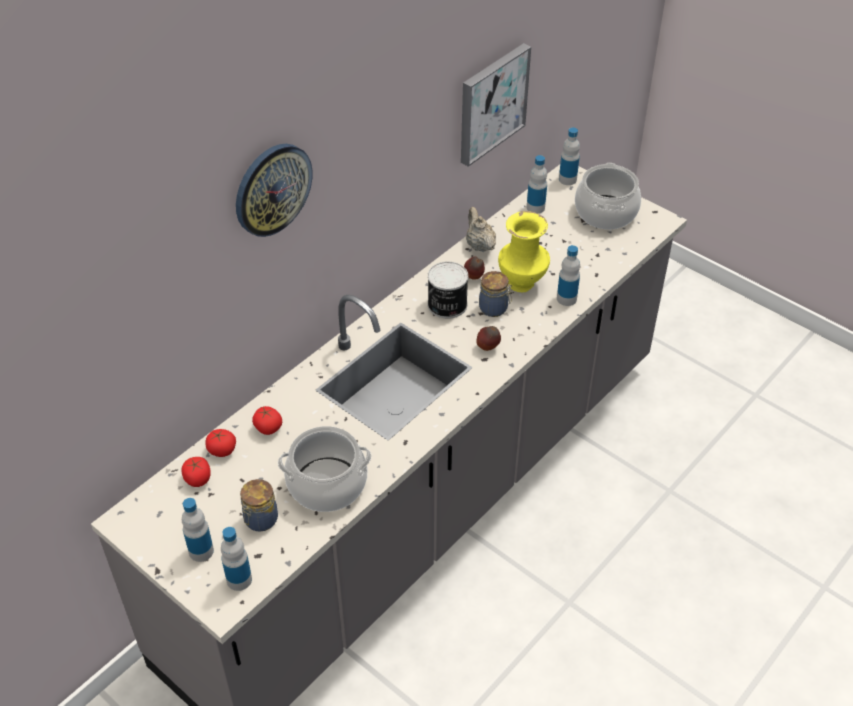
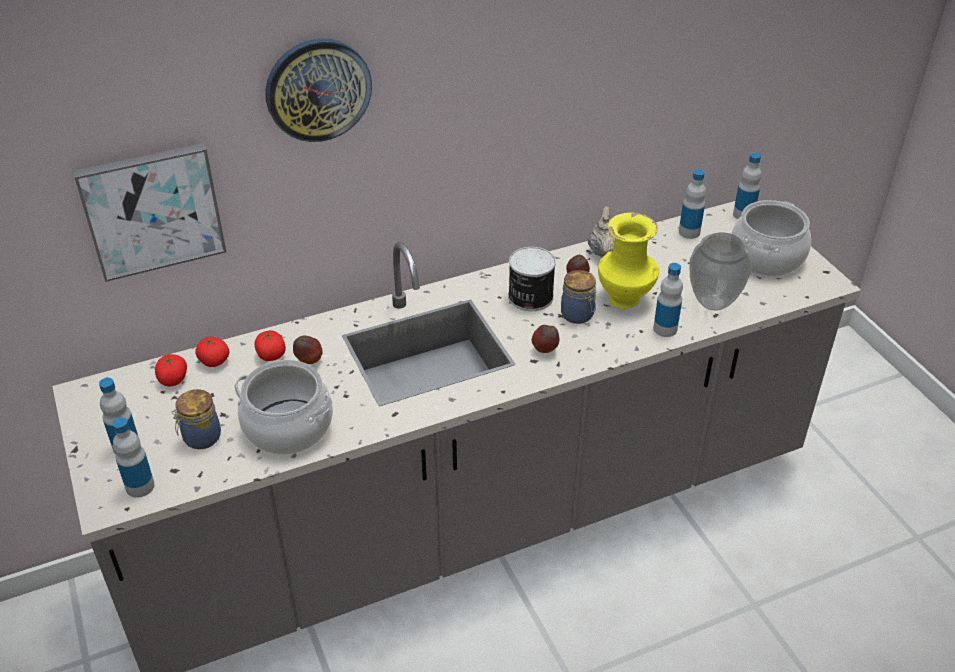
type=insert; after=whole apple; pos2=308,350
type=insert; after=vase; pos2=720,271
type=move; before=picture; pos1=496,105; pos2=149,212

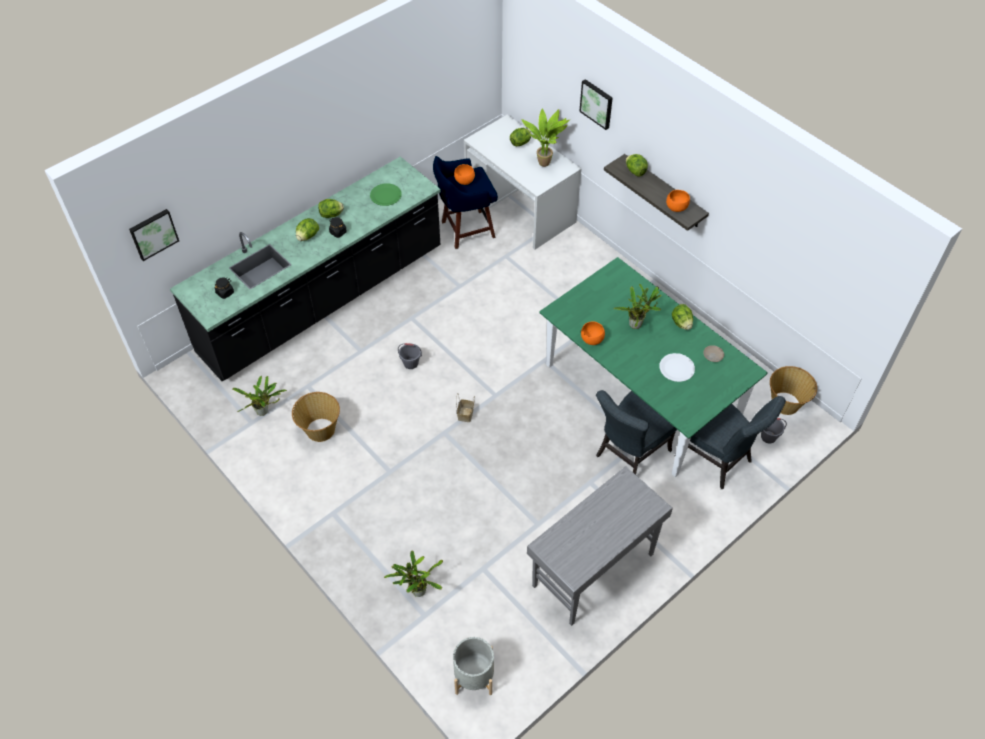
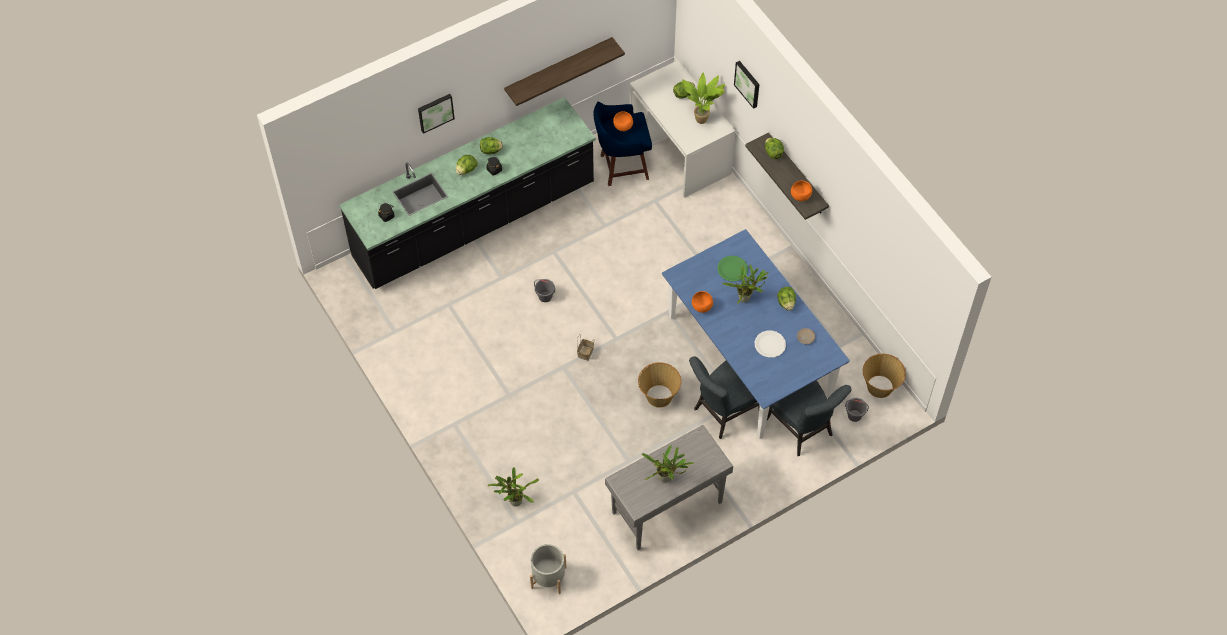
type=insert; after=wall shelf; pos2=564,71
type=move; before=picture; pos1=154,235; pos2=436,114
type=move; before=houseplant; pos1=259,396; pos2=667,463
type=move; before=basket; pos1=316,417; pos2=659,384
type=move; before=greenish dinner plate; pos1=386,194; pos2=732,269
type=recolor; before=greenish dinner table; after=blue-coloured dinner table; pos1=654,367; pos2=756,334

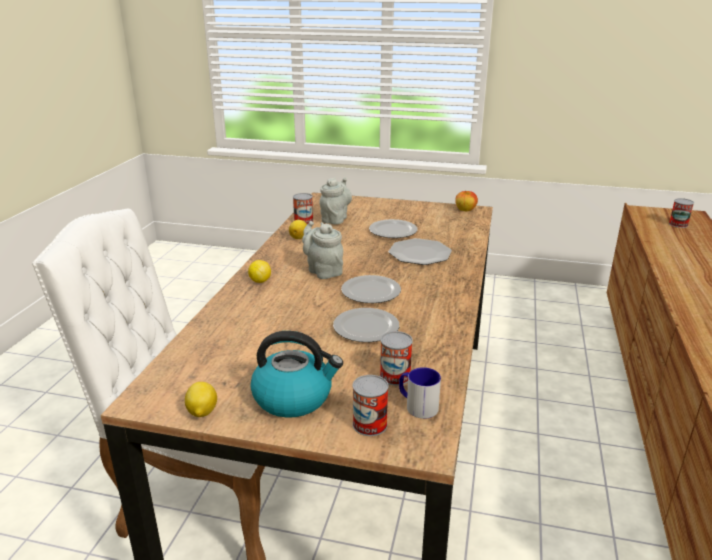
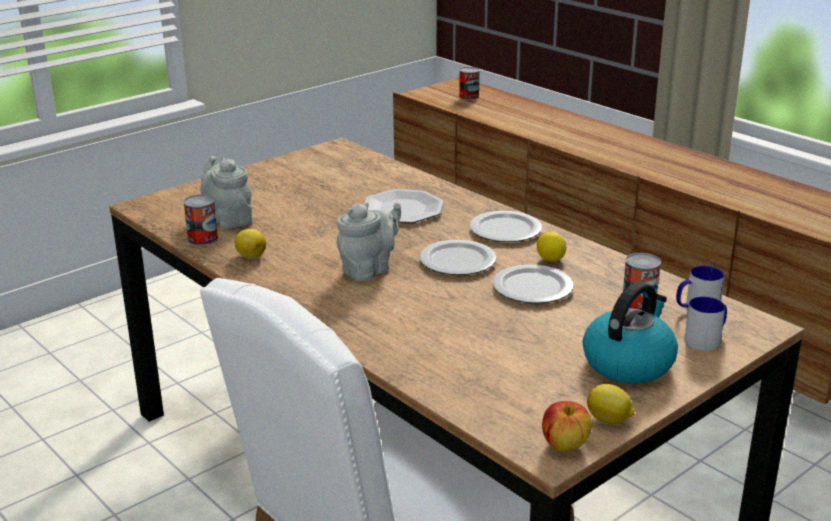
type=move; before=lemon; pos1=259,271; pos2=551,246
type=move; before=dinner plate; pos1=393,228; pos2=505,226
type=move; before=whole apple; pos1=466,201; pos2=567,426
type=replace; before=sealed can; after=coffee mug; pos1=370,405; pos2=706,324
type=rotate; before=greyish pot for tea; pos1=322,250; pos2=369,241; turn=135

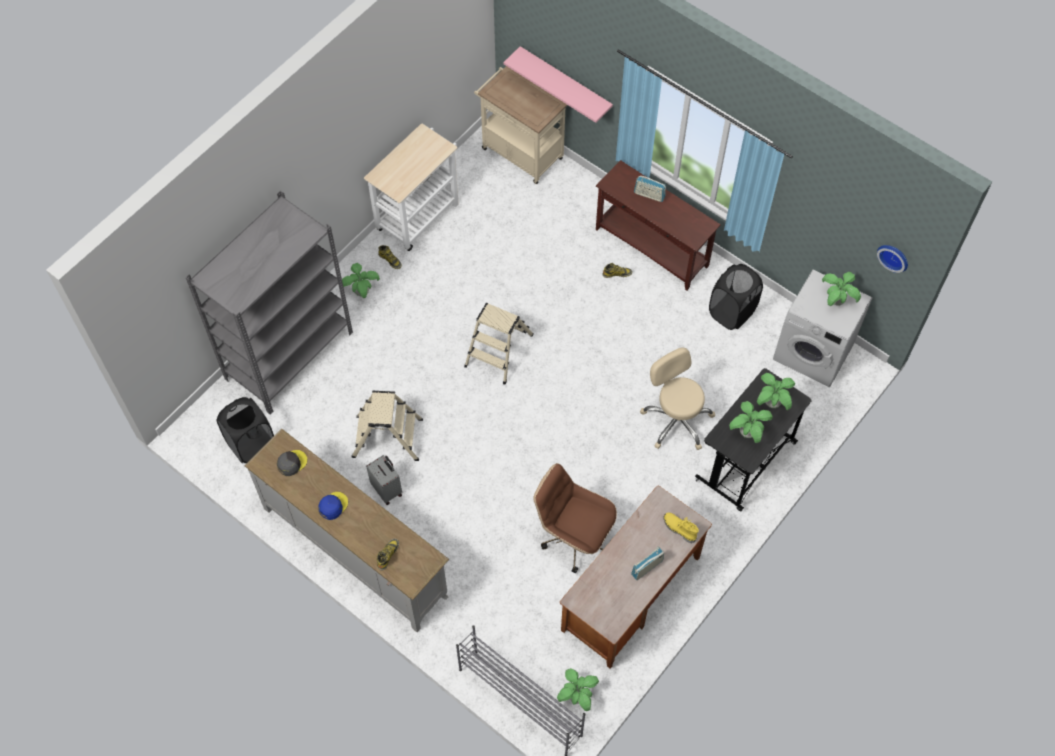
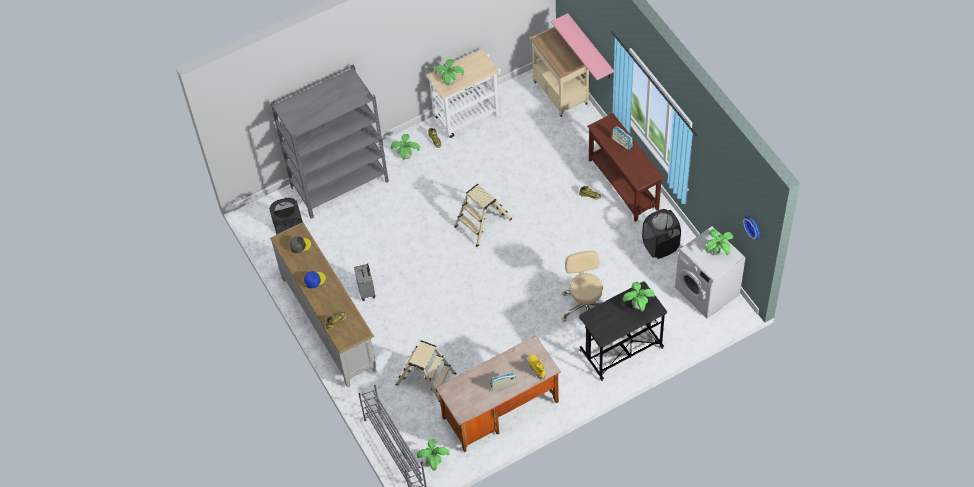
type=delete; before=brown desk chair; pos1=575,518
type=move; before=beige step stool; pos1=387,426; pos2=426,371
type=move; before=houseplant; pos1=751,422; pos2=449,72

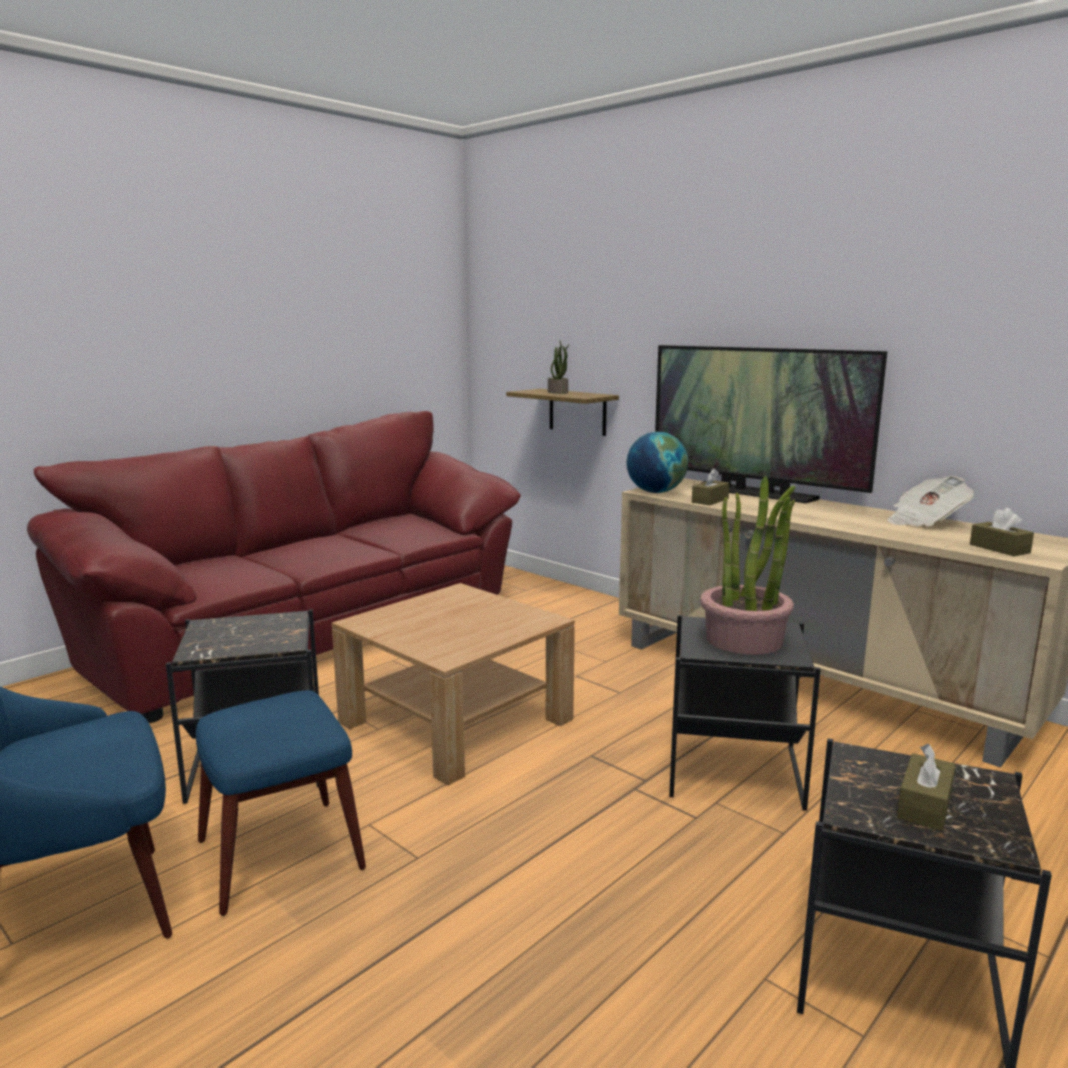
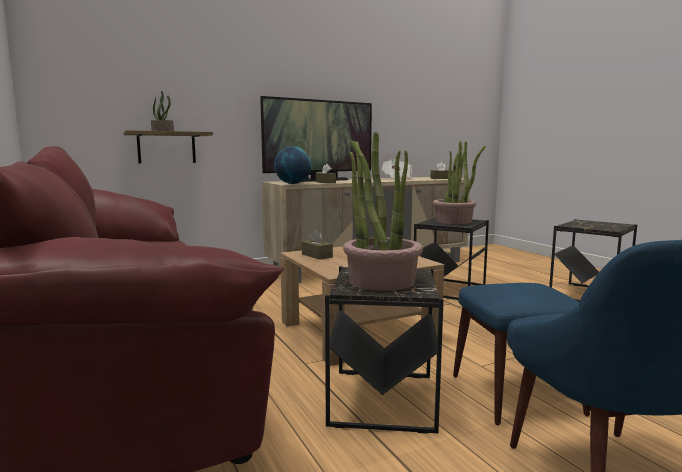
type=insert; after=houseplant; pos2=383,211
type=move; before=brown tissue holder; pos1=926,787; pos2=317,245

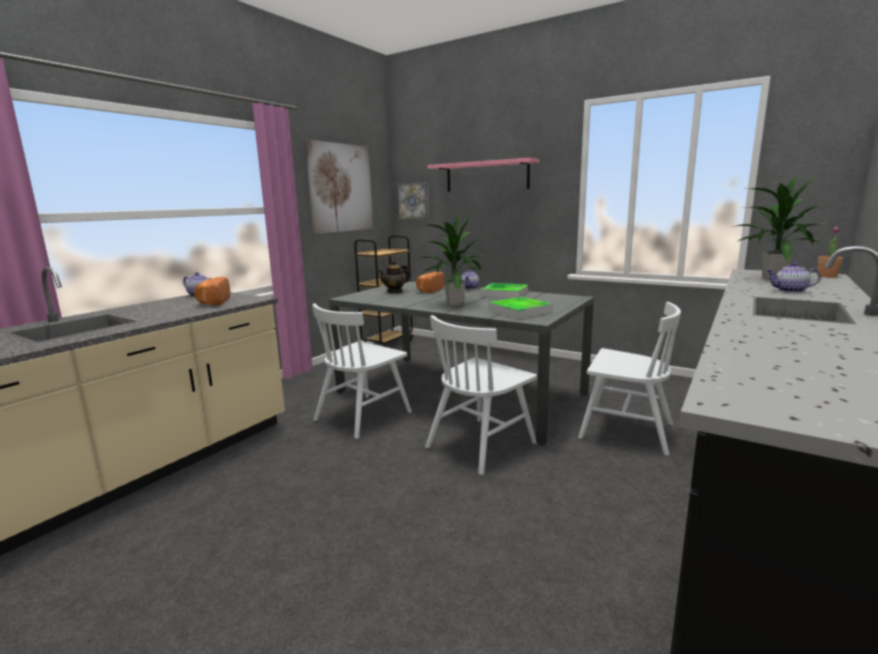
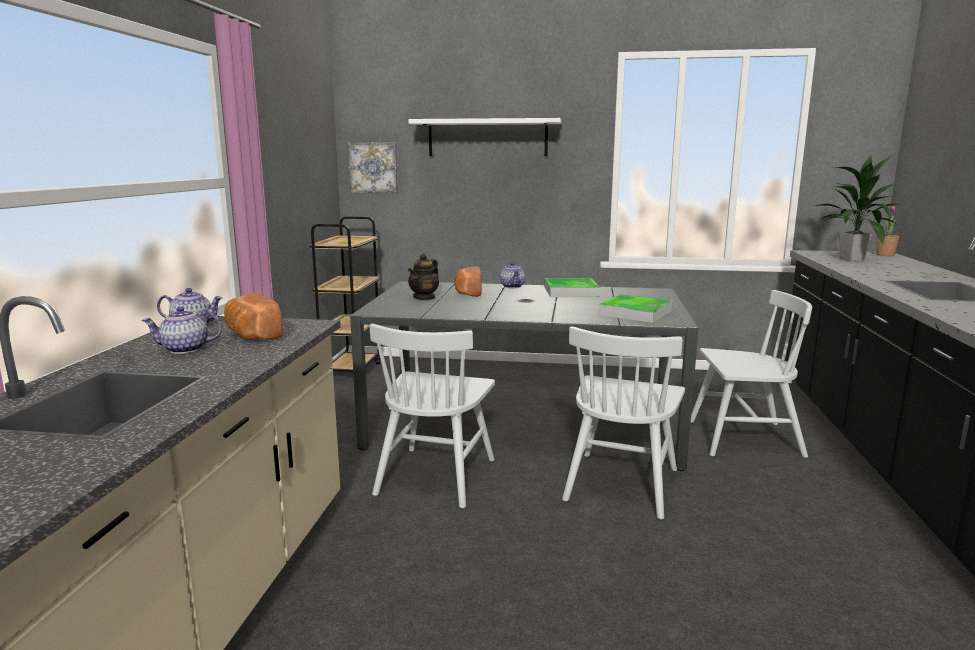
type=delete; before=picture; pos1=339,187
type=delete; before=houseplant; pos1=451,259
type=move; before=pot for tea; pos1=794,278; pos2=181,330
type=recolor; before=pinkish wall shelf; after=white wall shelf; pos1=484,175; pos2=485,137

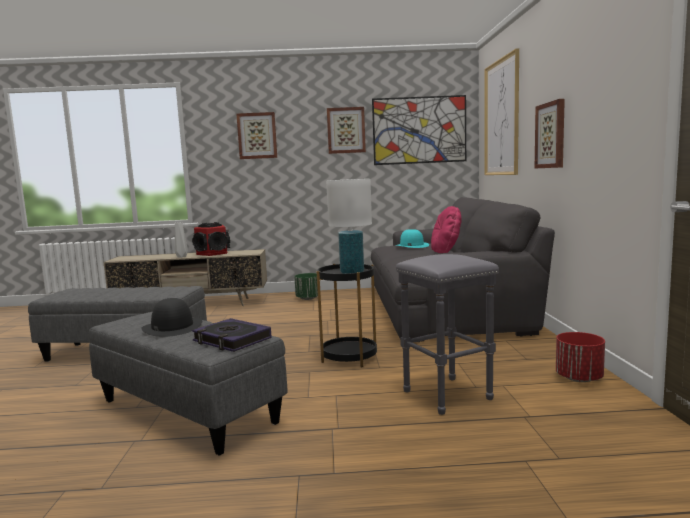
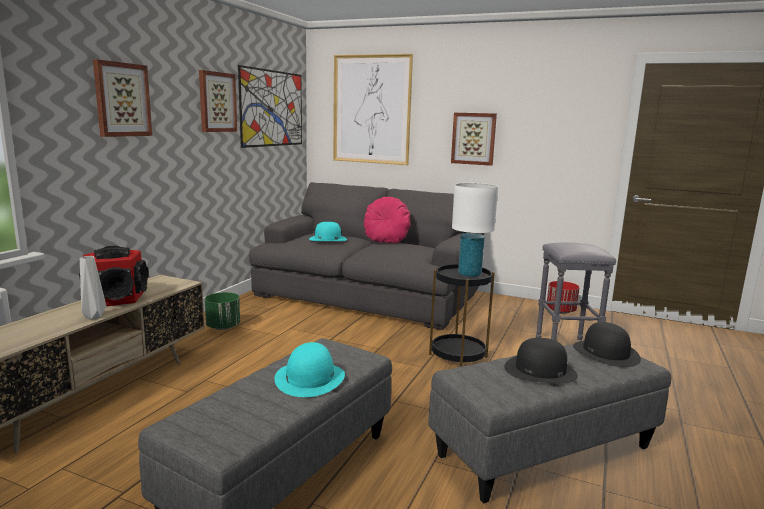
type=insert; after=blue-green hat; pos2=310,369
type=replace; before=volume; after=black hat; pos1=232,335; pos2=607,344

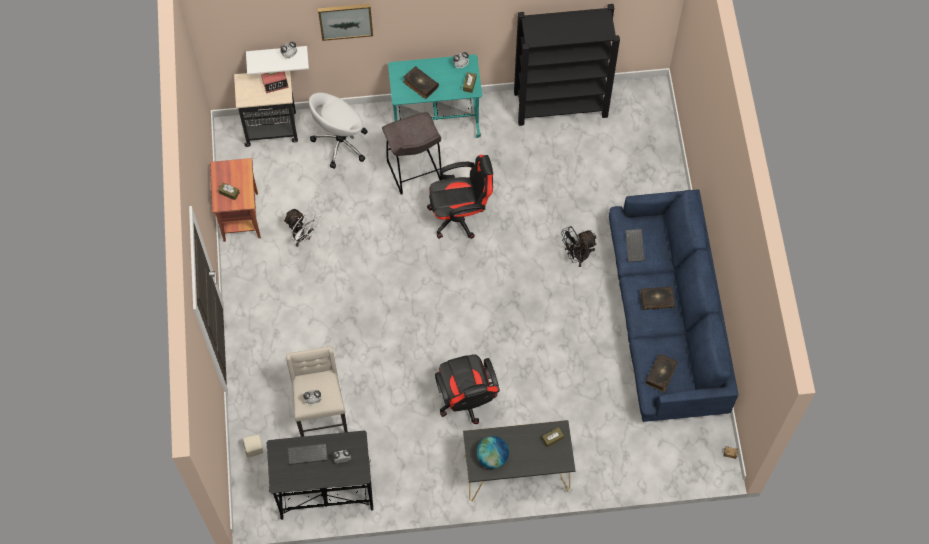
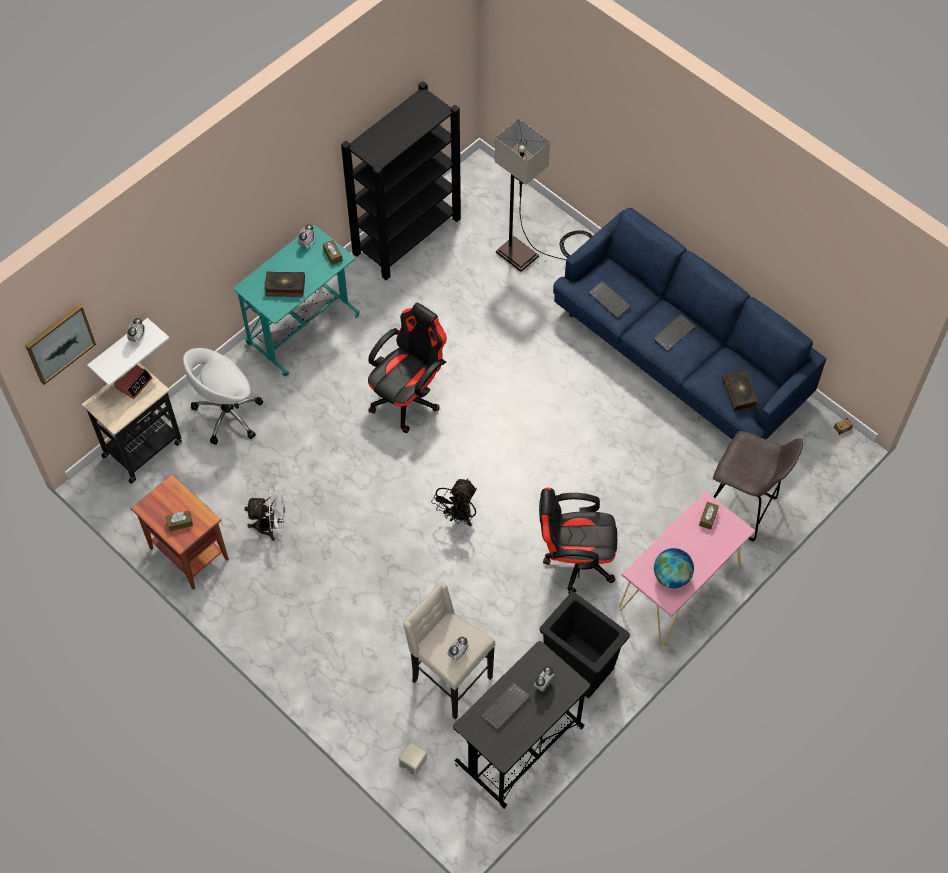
type=insert; after=floor lamp; pos2=543,195
type=insert; after=black rubbish bin; pos2=585,645
type=move; before=picture; pos1=345,22; pos2=60,344
type=move; before=greyish stool; pos1=412,153; pos2=758,486
type=move; before=black cooling fan; pos1=579,246; pos2=454,502
type=replace; before=volume; after=PC keyboard; pos1=657,298; pos2=674,333
type=recolor; before=black hall table; after=pinkish hall table; pos1=519,460; pos2=687,568
type=rotate; before=white desk chair; pos1=338,130; pos2=223,396; turn=45
type=rotate; before=black desk chair; pos1=467,389; pos2=578,540; turn=150

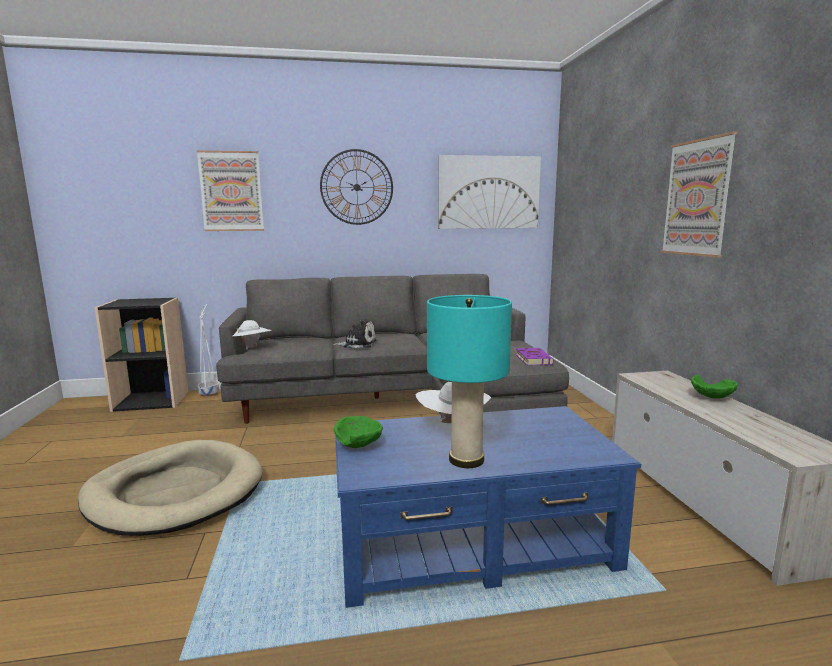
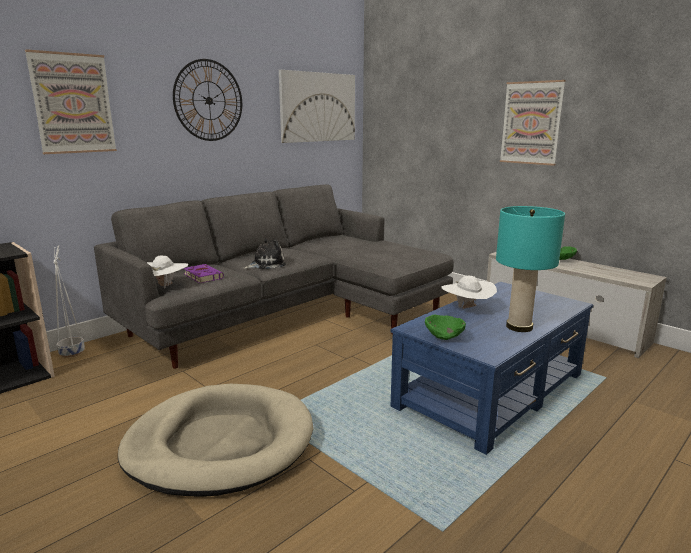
type=move; before=purplish volume; pos1=535,356; pos2=203,273

